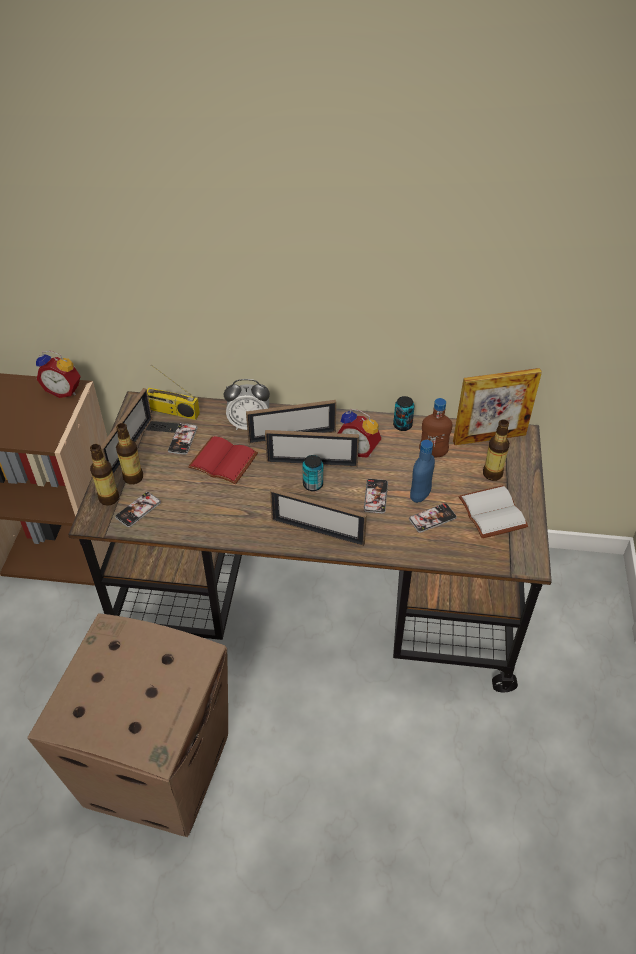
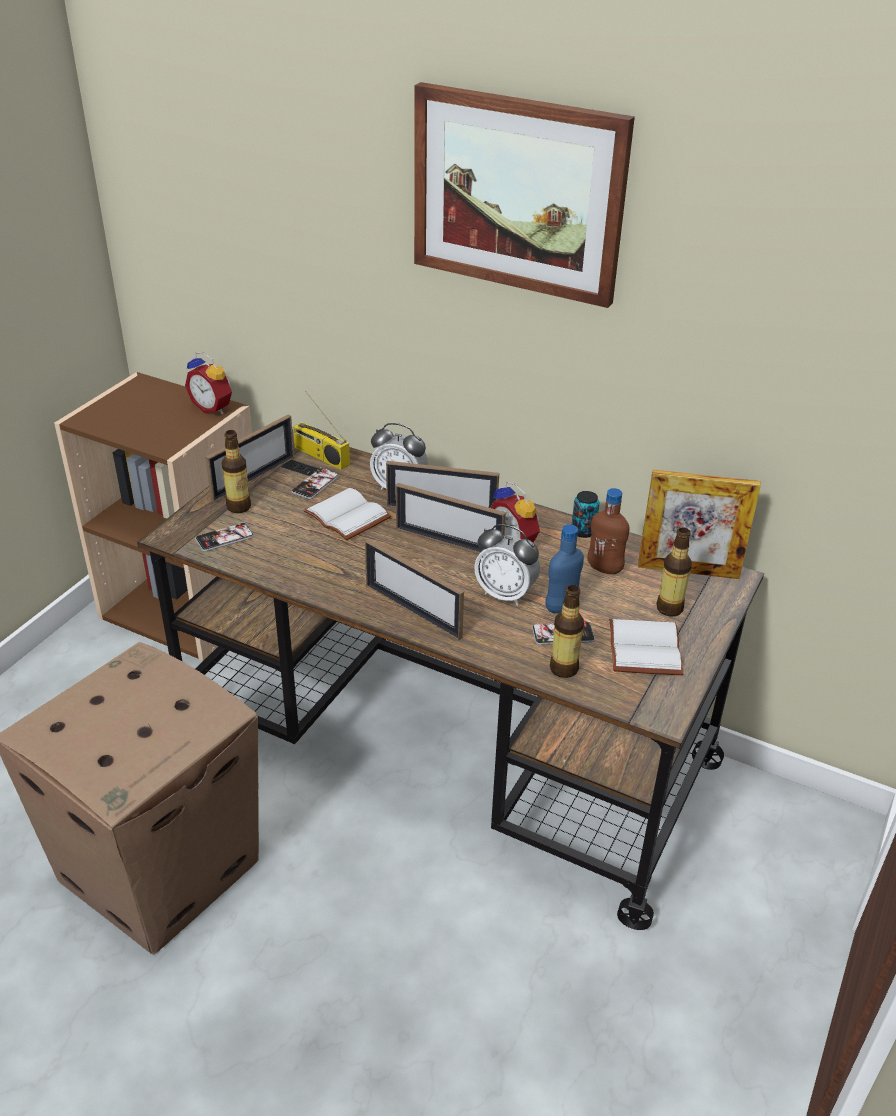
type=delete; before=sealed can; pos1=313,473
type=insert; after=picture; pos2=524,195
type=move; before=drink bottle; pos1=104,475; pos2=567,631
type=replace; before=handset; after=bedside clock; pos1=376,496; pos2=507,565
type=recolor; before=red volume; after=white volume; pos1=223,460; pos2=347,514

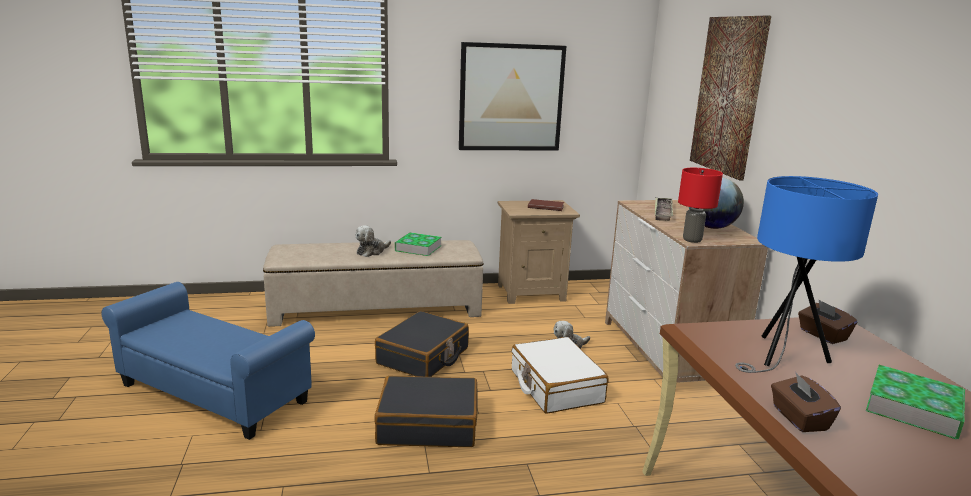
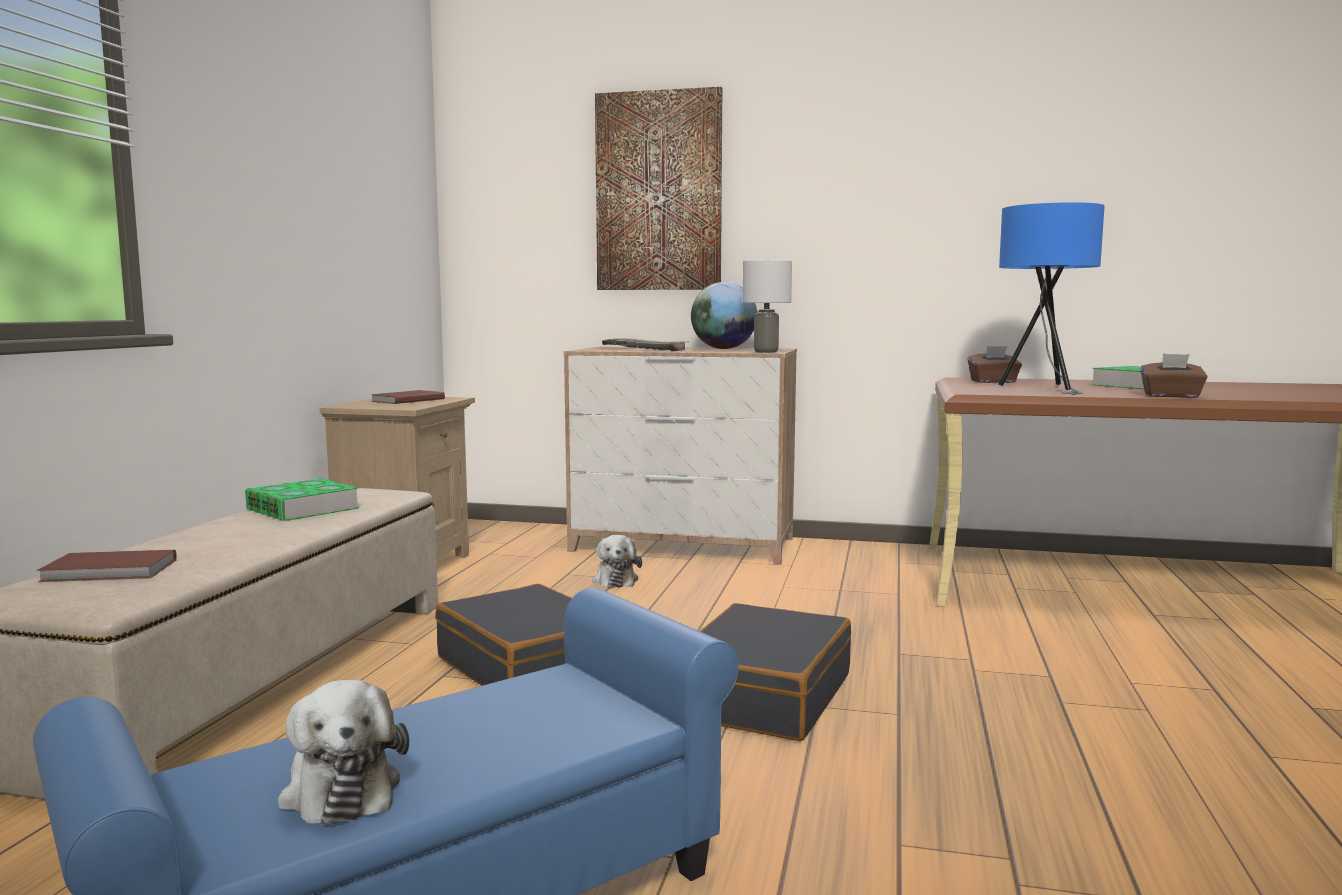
type=delete; before=picture; pos1=512,96
type=delete; before=white travel case; pos1=560,375
type=insert; after=brown volume; pos2=107,566
type=move; before=plush toy; pos1=373,241; pos2=343,753
type=recolor; before=red lamp for a table; after=white lamp for a table; pos1=700,205; pos2=767,305

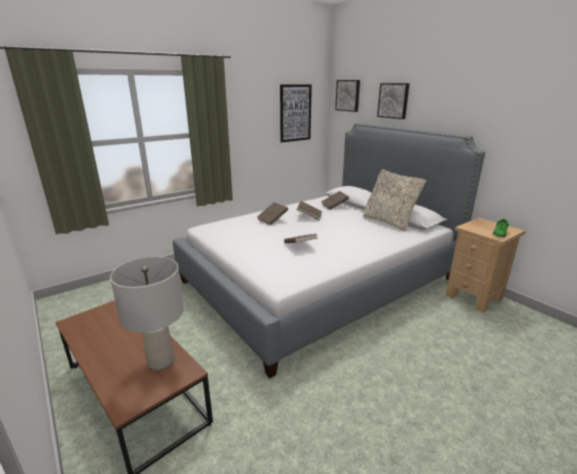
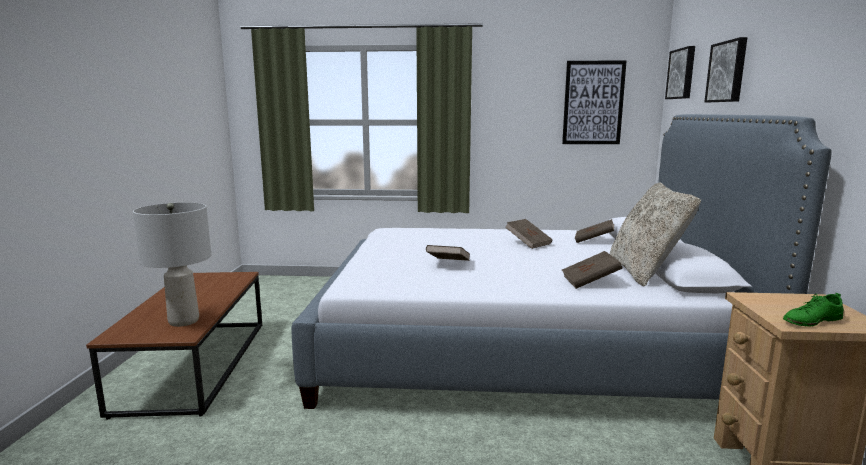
type=move; before=brown volume; pos1=272,213; pos2=592,270

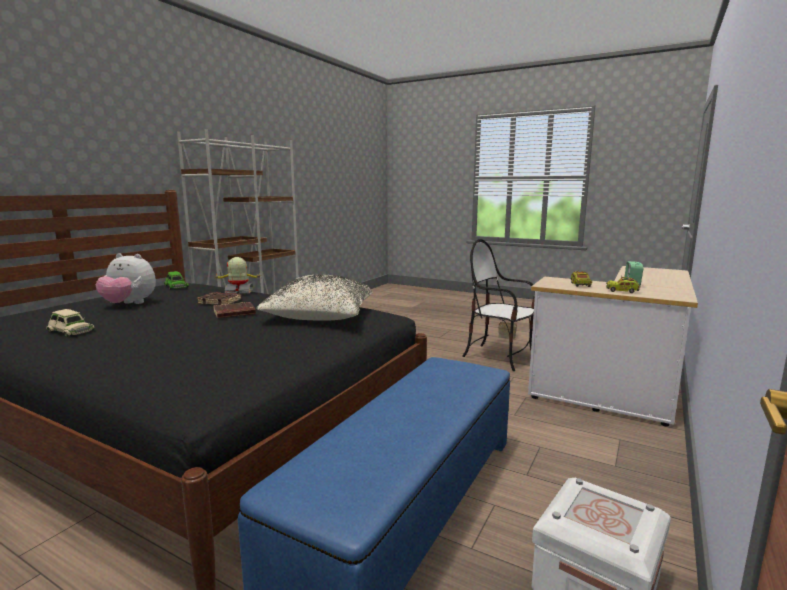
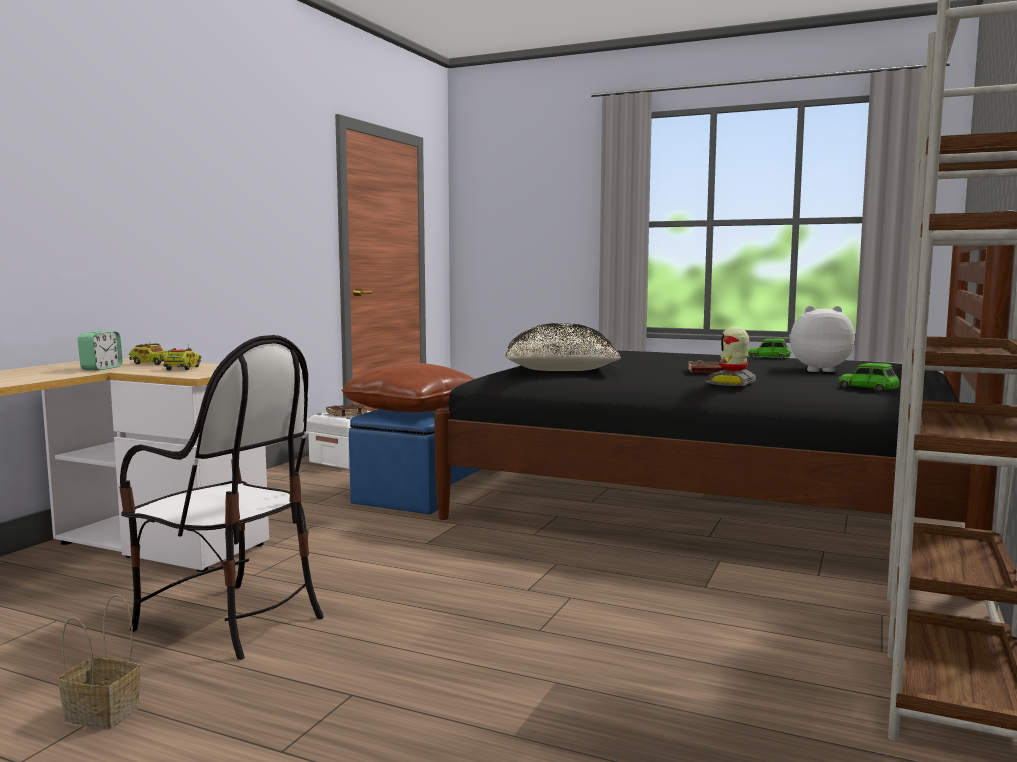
type=insert; after=brown pillow; pos2=407,388
type=move; before=brown volume; pos1=234,310; pos2=346,410
type=recolor; before=beige toy car; after=greenish toy car; pos1=70,323; pos2=769,348
type=rotate; before=robot figure; pos1=237,275; pos2=730,356; turn=135

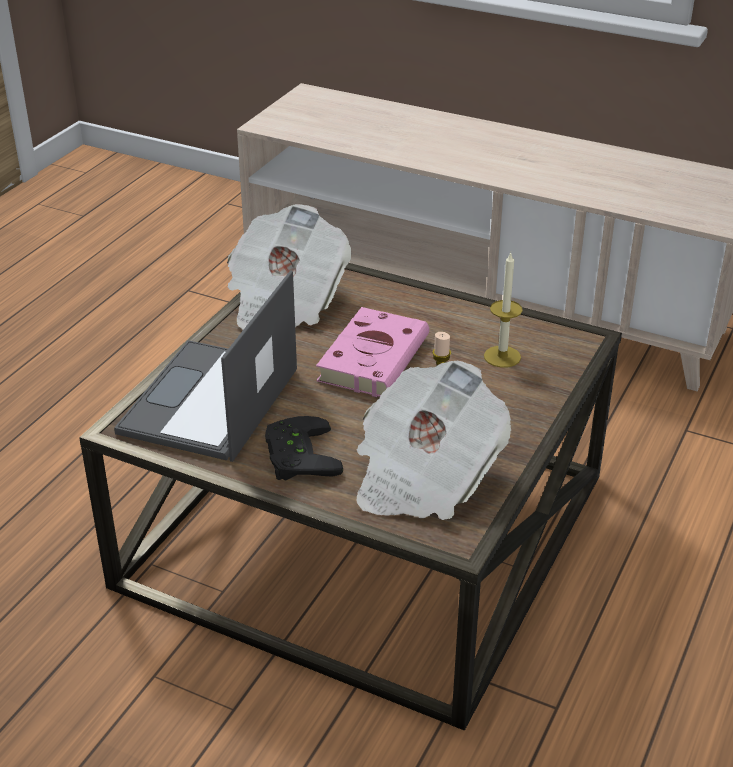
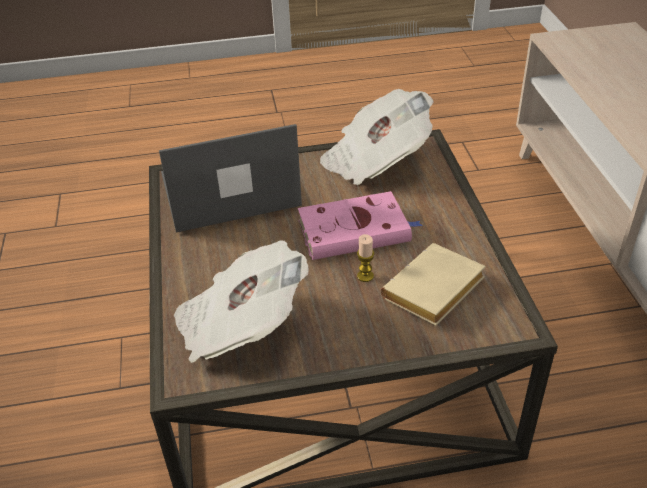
type=delete; before=black gamepad; pos1=304,448
type=replace; before=wax candle; after=beige volume; pos1=503,310; pos2=433,284

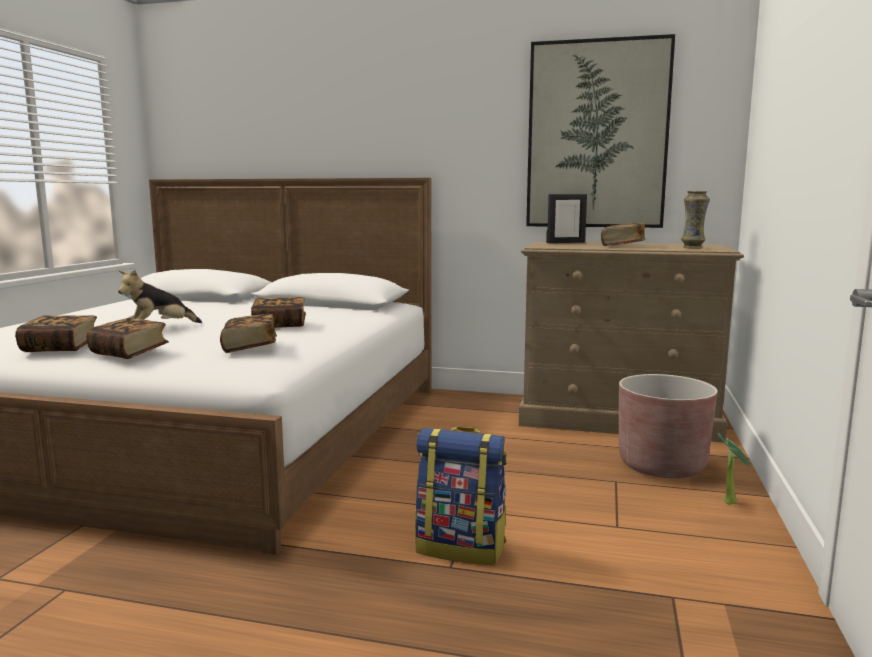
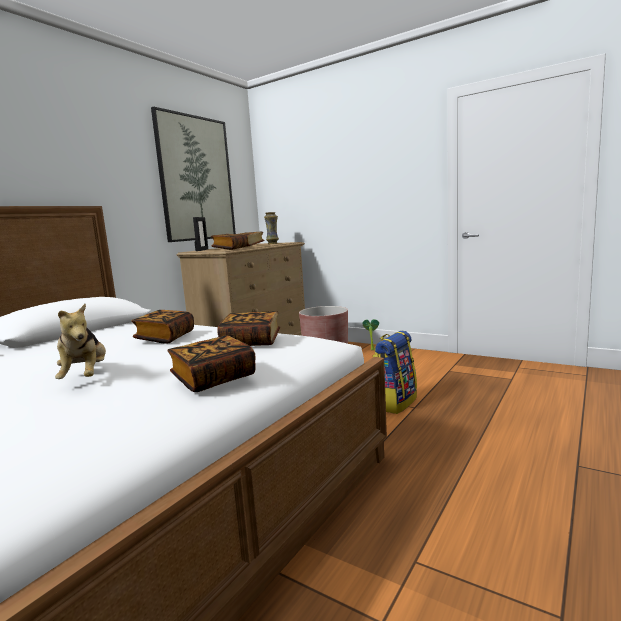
type=move; before=volume; pos1=56,333; pos2=229,242

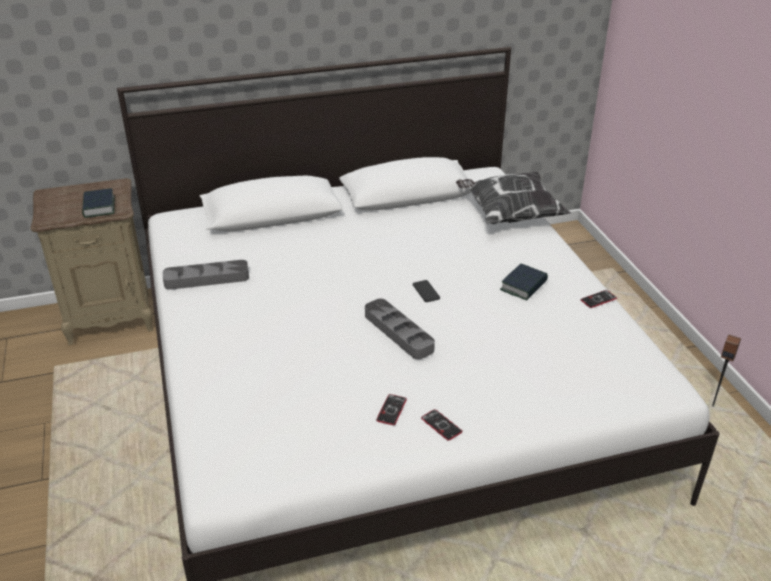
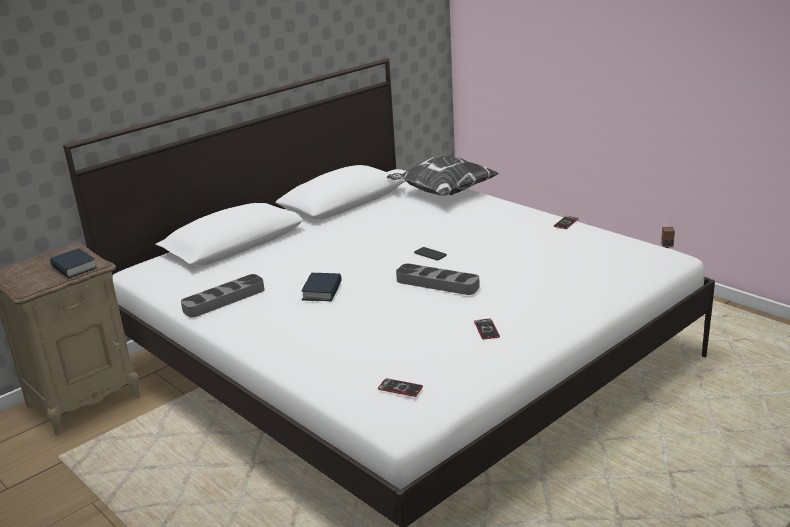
type=move; before=handset; pos1=441,425; pos2=400,387
type=move; before=volume; pos1=524,282; pos2=322,287

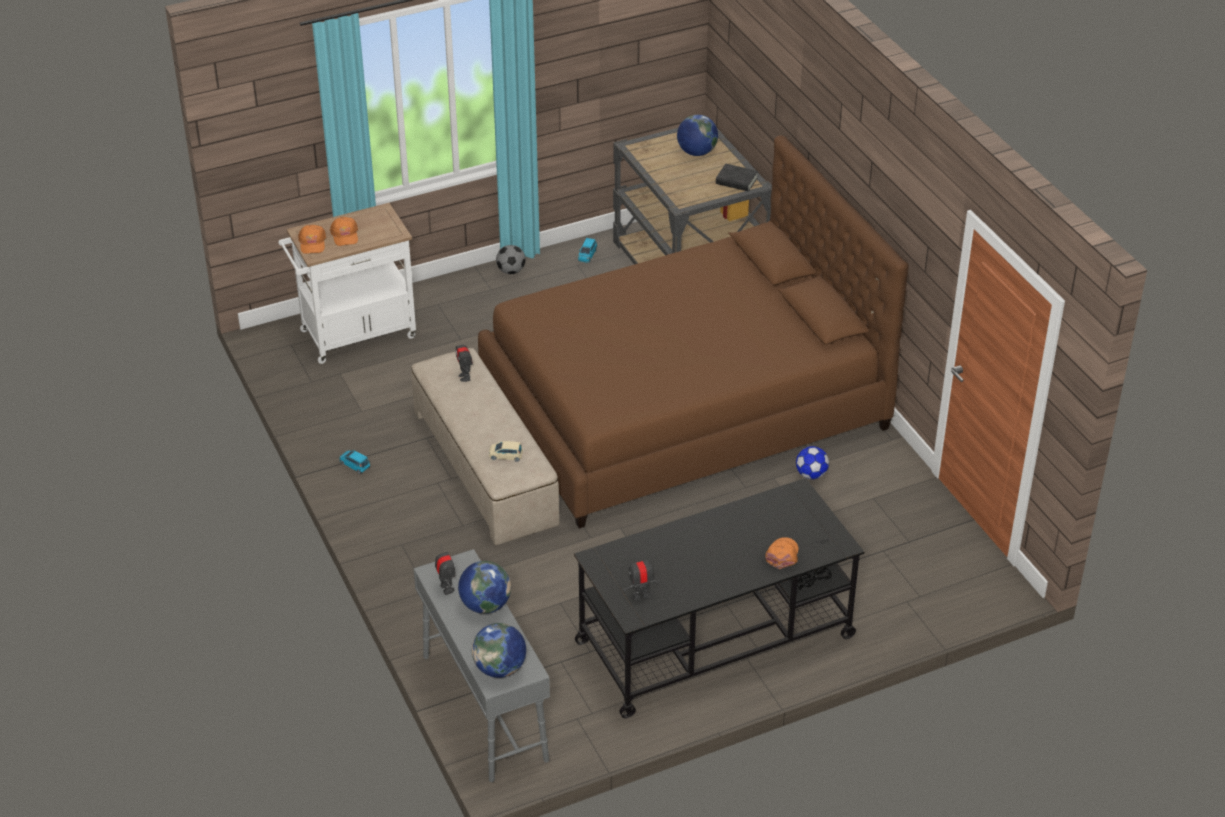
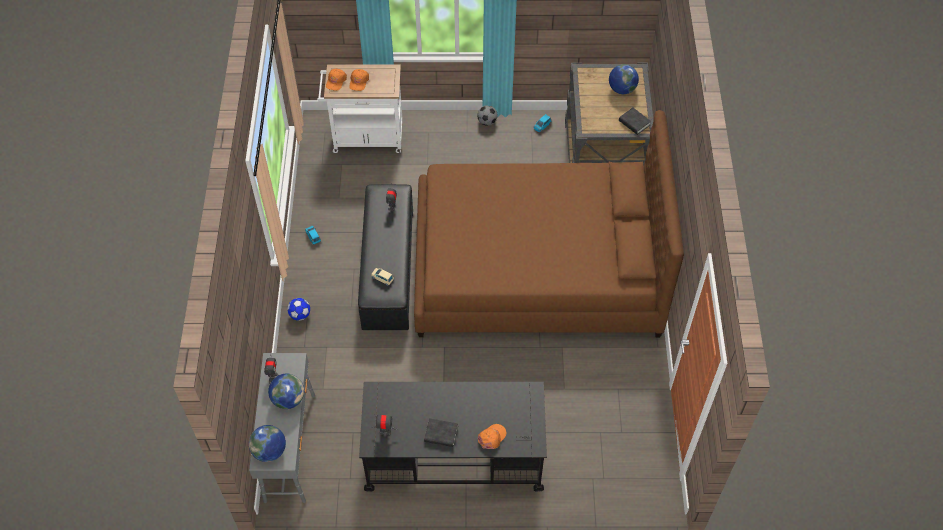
type=insert; after=black volume; pos2=441,432
type=move; before=football; pos1=812,462; pos2=298,309
type=recolor; before=beige indoor bench; after=black indoor bench; pos1=485,447; pos2=385,257

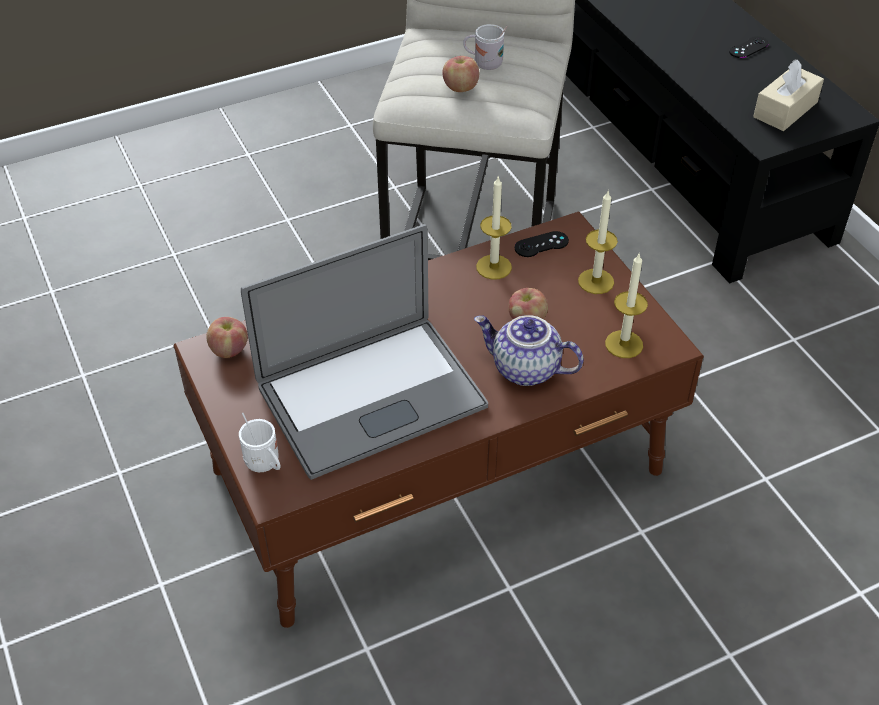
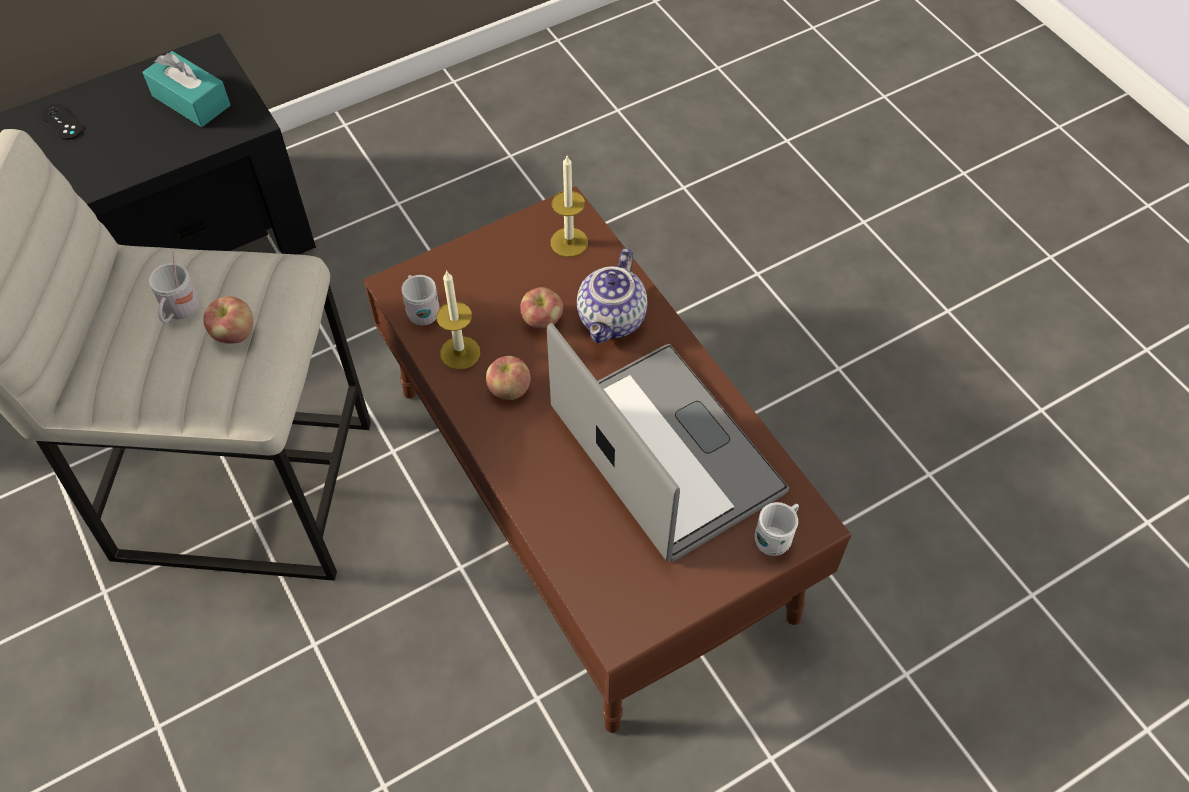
type=delete; before=wax candle; pos1=598,242
type=move; before=whole apple; pos1=227,337; pos2=508,378
type=replace; before=black gamepad; after=white coffee mug; pos1=542,244; pos2=420,300
type=recolor; before=beige tissue holder; after=blue-green tissue holder; pos1=788,95; pos2=186,89

